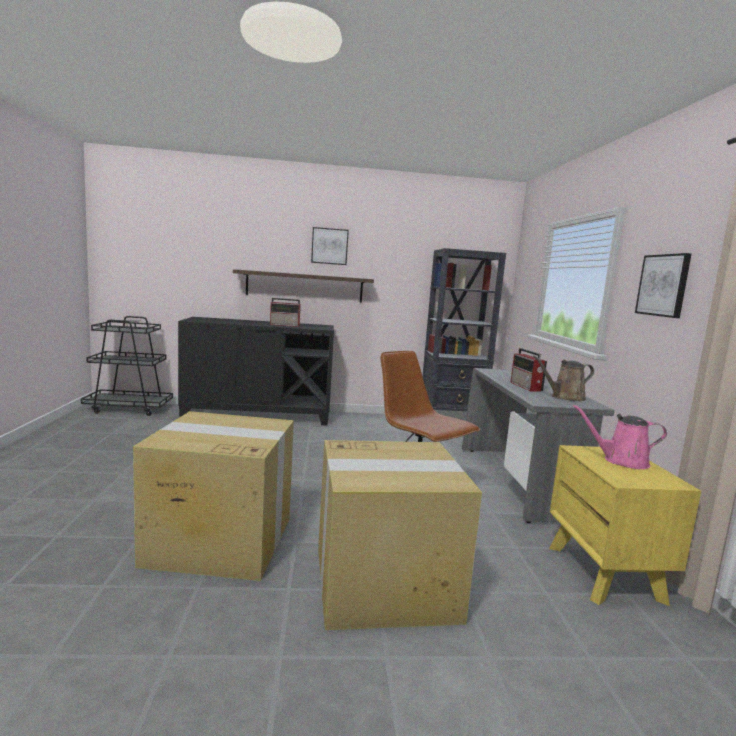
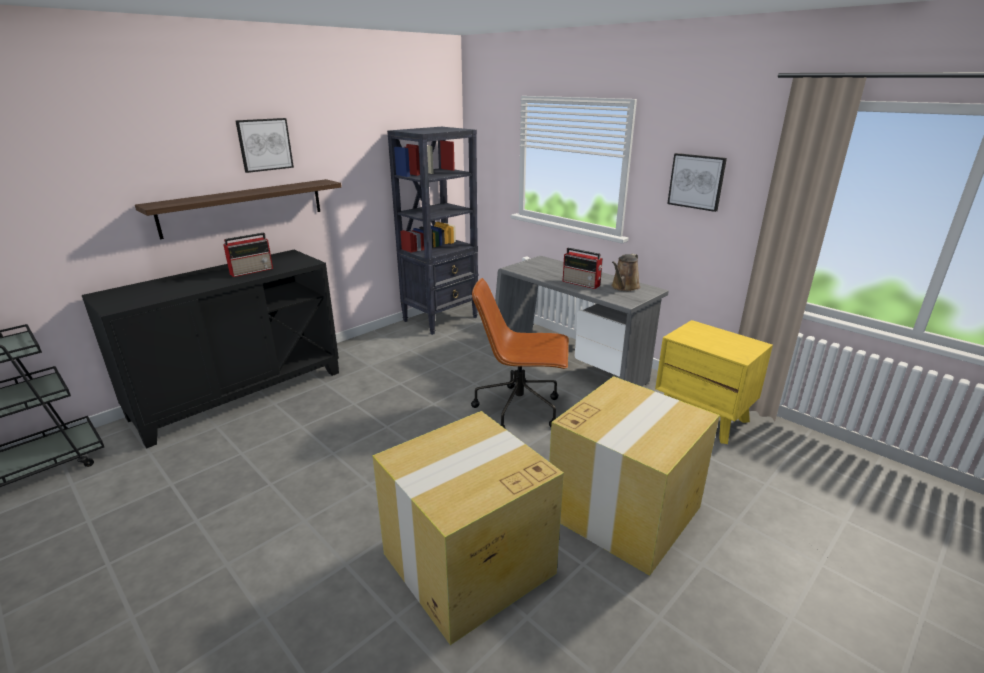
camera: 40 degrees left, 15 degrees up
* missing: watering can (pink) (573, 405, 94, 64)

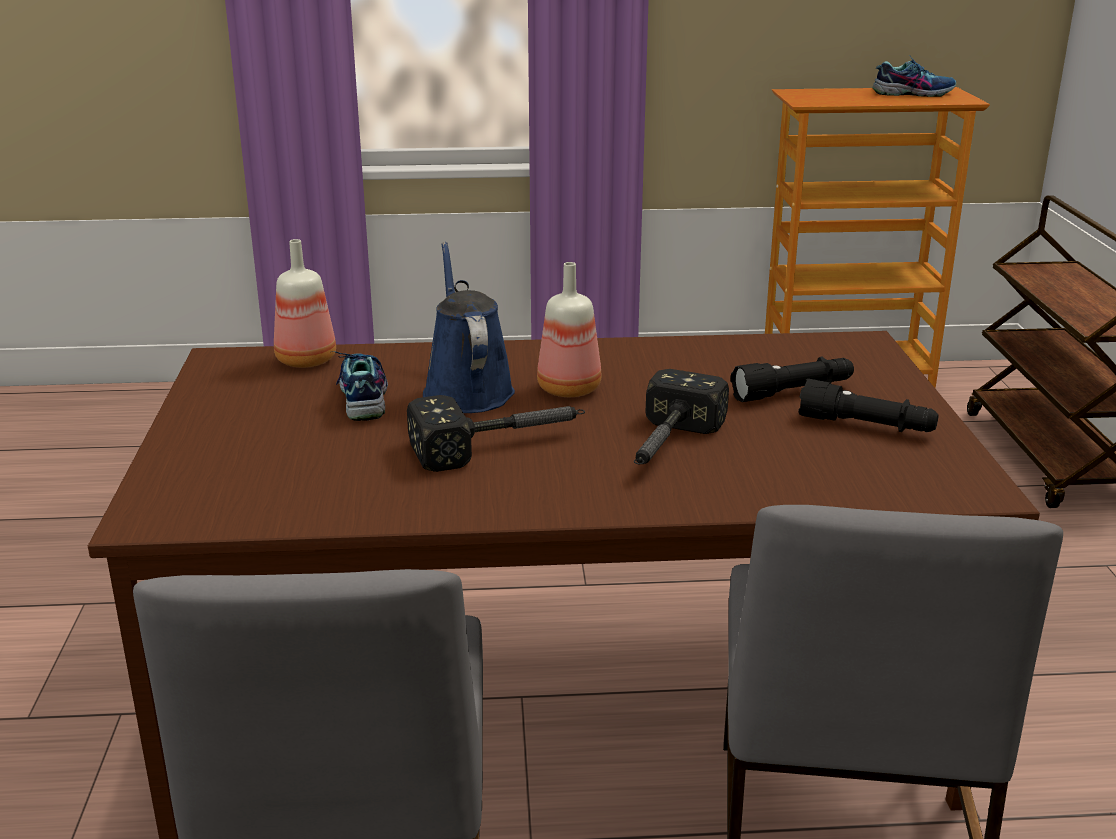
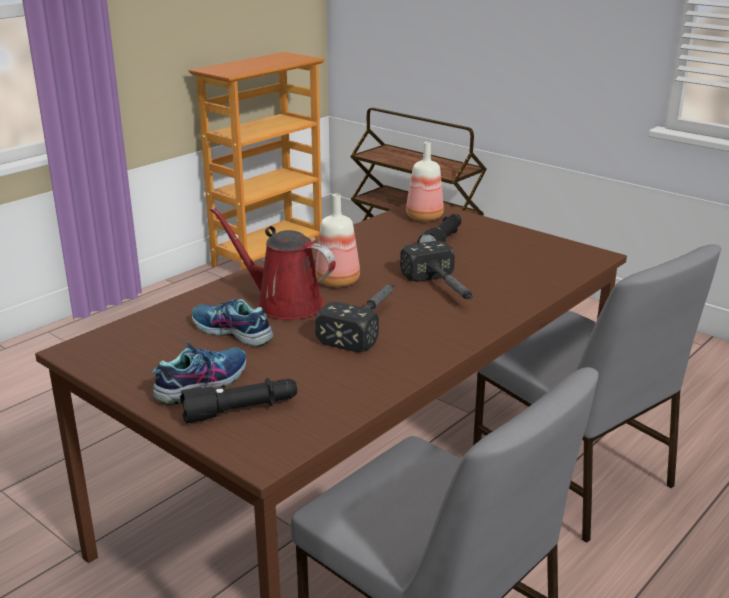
camera: 45 degrees left, 0 degrees up
* relocated: shoe (873, 56, 83, 41) to (152, 337, 94, 68)
* relocated: bottle (274, 239, 62, 129) to (406, 142, 38, 79)
* colour: watering can (blue) (423, 242, 92, 171) to watering can (red) (210, 207, 126, 113)
* relocated: flashlight (black) (798, 379, 141, 53) to (180, 378, 117, 45)

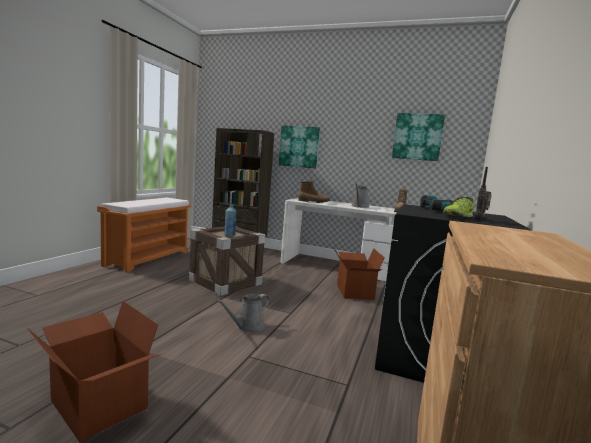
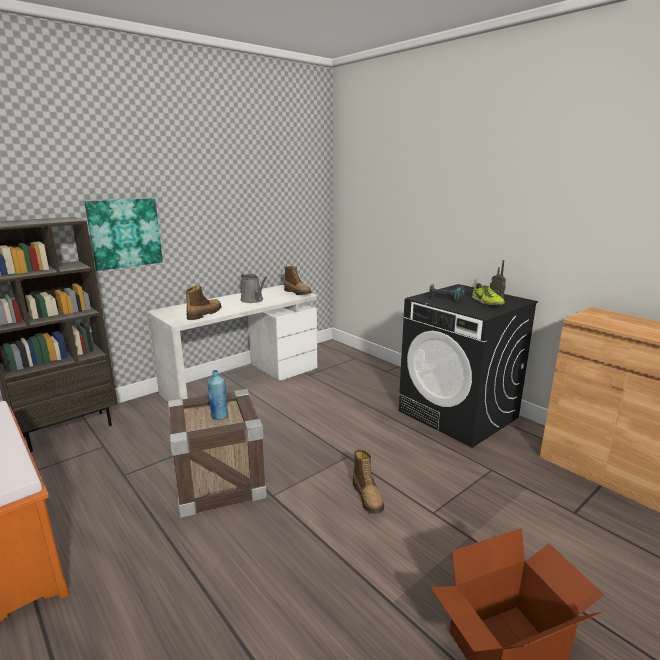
camera: 60 degrees left, 10 degrees up
* missing: picture (392, 113, 53, 48)
* missing: cardboard box (333, 247, 52, 53)
* exchanged: watering can (grey) (216, 294, 54, 38) to boot (353, 449, 31, 65)

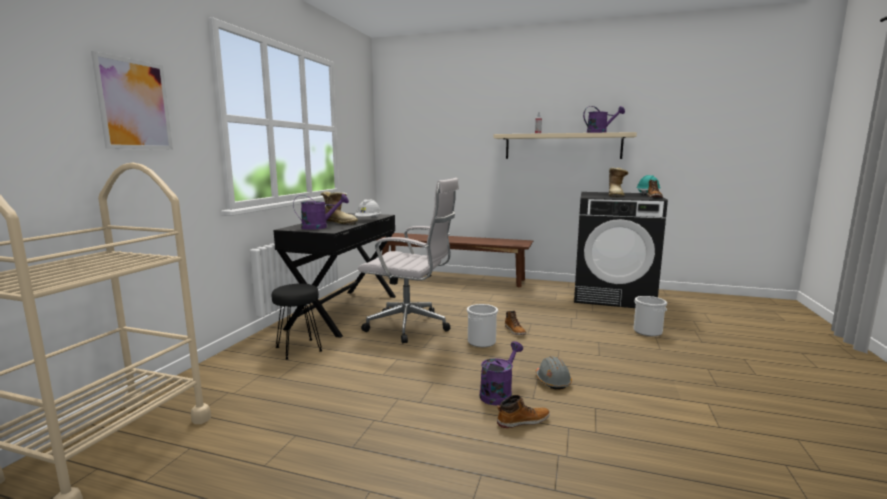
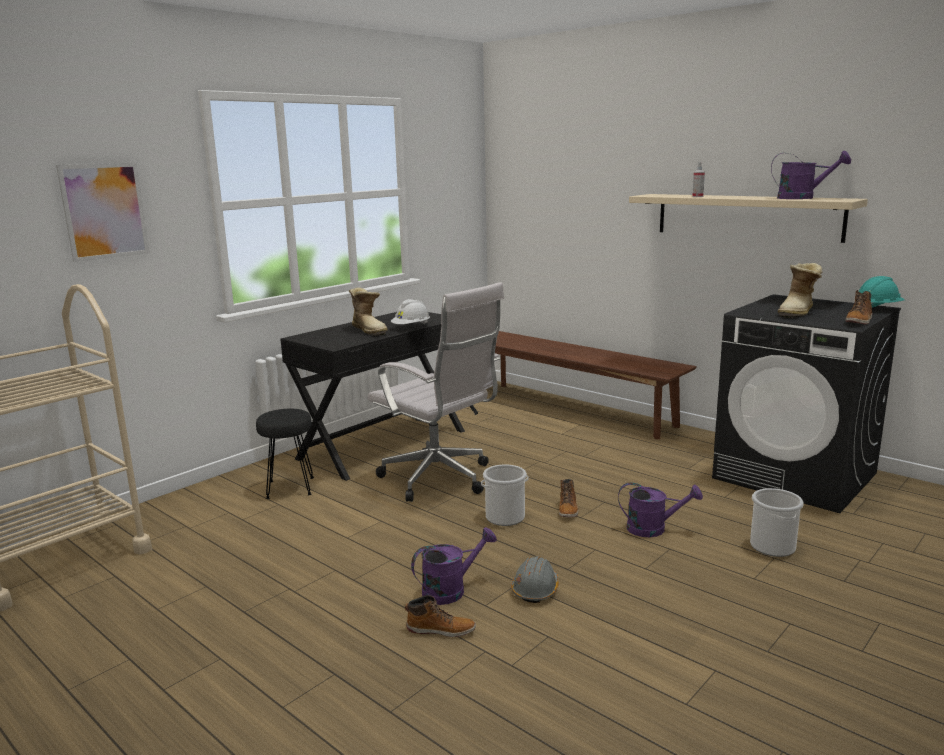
camera: 25 degrees right, 5 degrees up
* relocated: watering can (purple) (293, 194, 56, 36) to (618, 482, 85, 55)

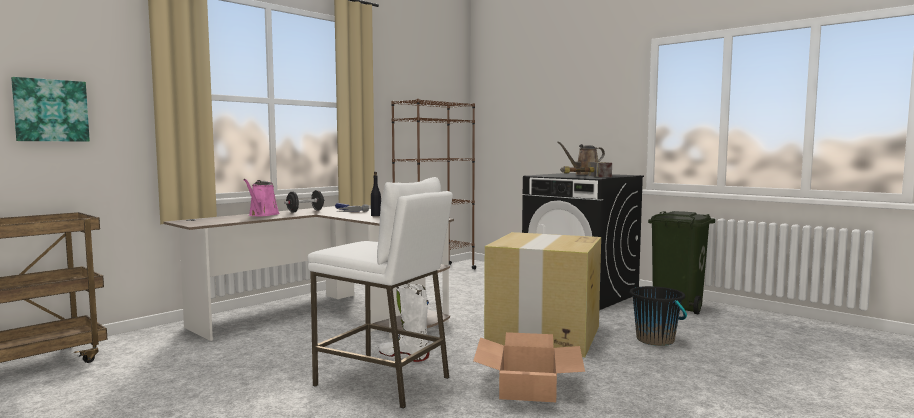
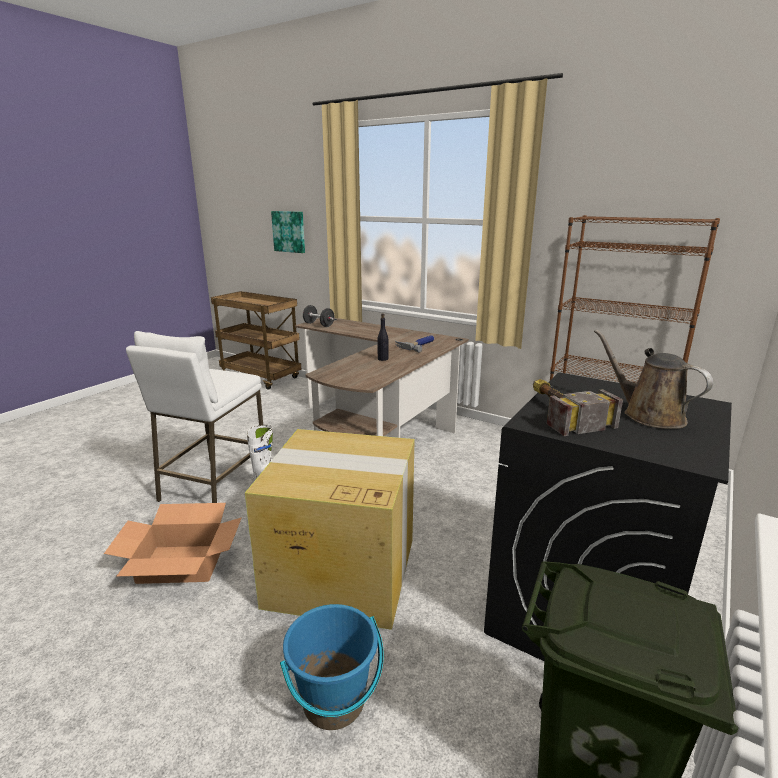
camera: 80 degrees right, 15 degrees up
* missing: watering can (pink) (243, 179, 37, 37)
* relocated: dumbbell (black) (284, 190, 41, 23) to (303, 305, 31, 22)
* colour: bucket (black) (630, 286, 57, 60) to bucket (blue) (280, 604, 104, 126)

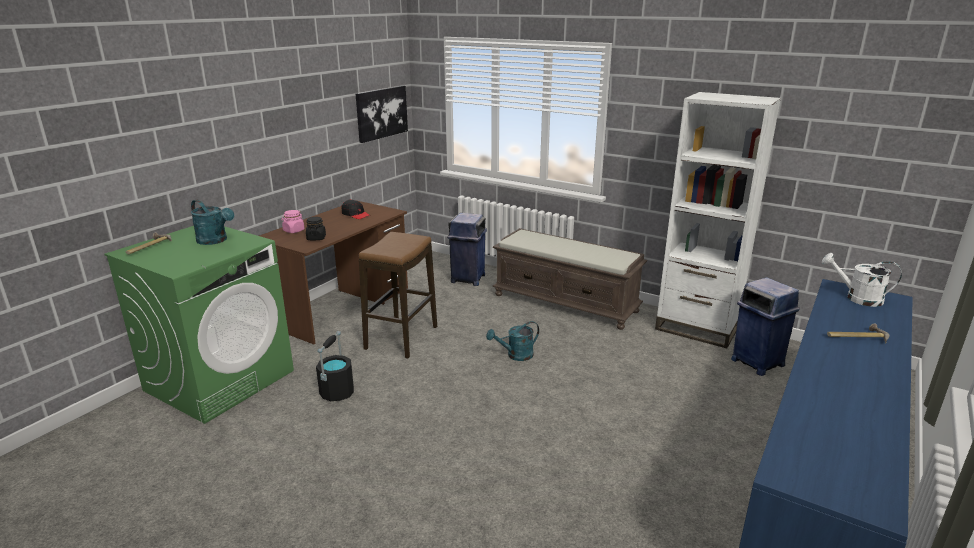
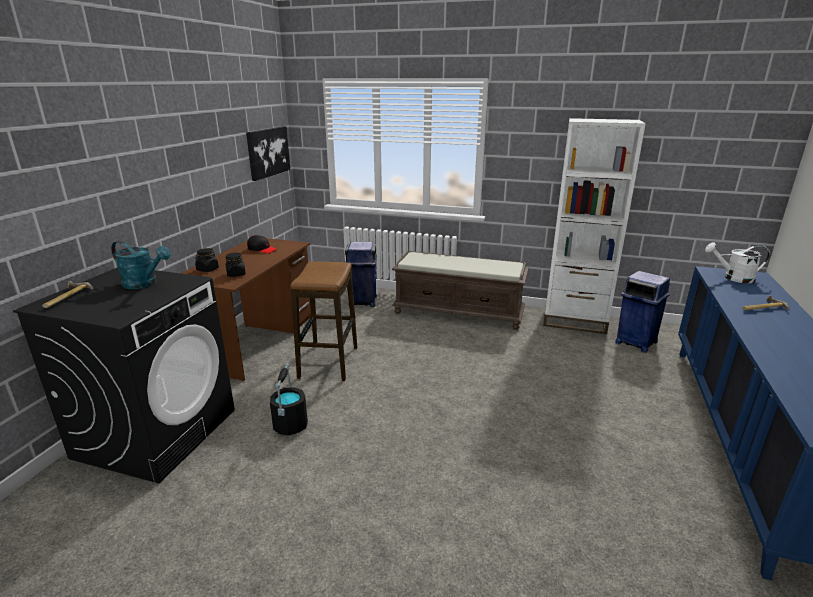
camera: 15 degrees left, 0 degrees up
* colour: jar (pink) (281, 210, 24, 23) to jar (black) (195, 248, 24, 24)
* colour: washing machine (green) (105, 226, 189, 198) to washing machine (black) (13, 267, 222, 216)
* missing: watering can (turquoise) (486, 321, 53, 40)

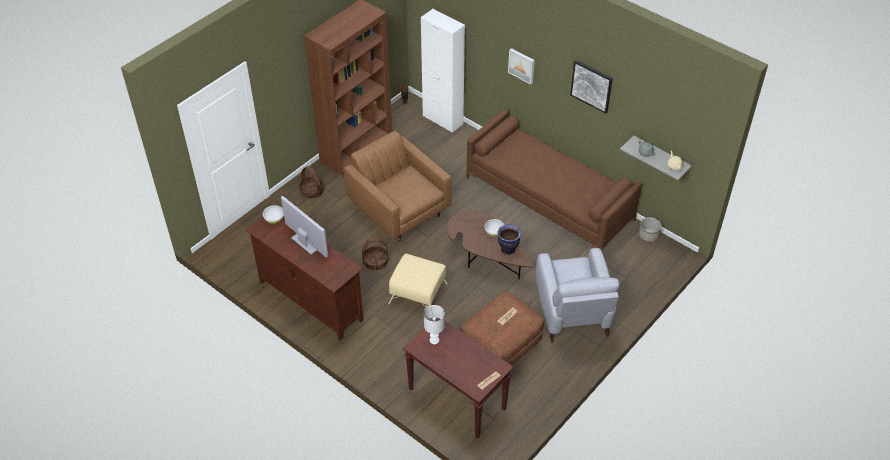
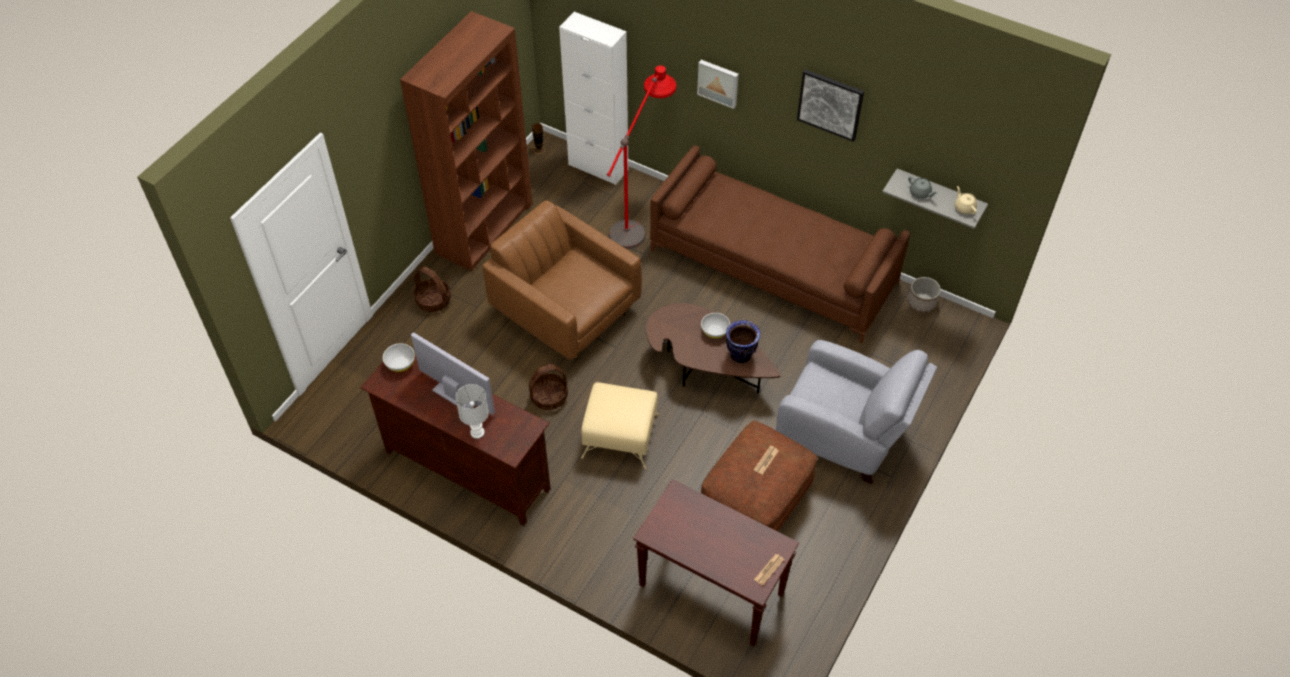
camera: 10 degrees left, 5 degrees up
* spun: armchair (grey) (536, 248, 84, 95) = (776, 340, 161, 144) 45 degrees counterclockwise
* relocated: table lamp (white) (424, 305, 21, 39) to (455, 384, 34, 55)
* appeared: floor lamp (red) (607, 65, 69, 184)

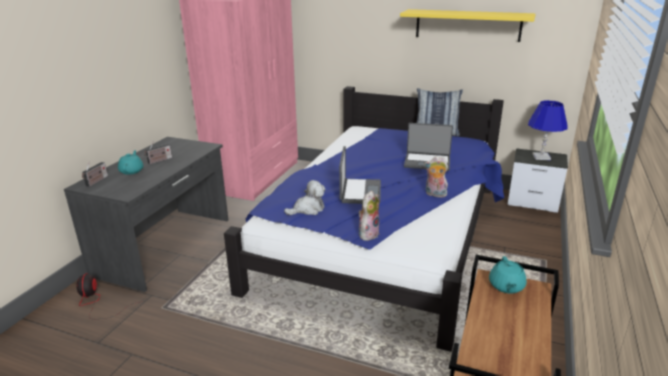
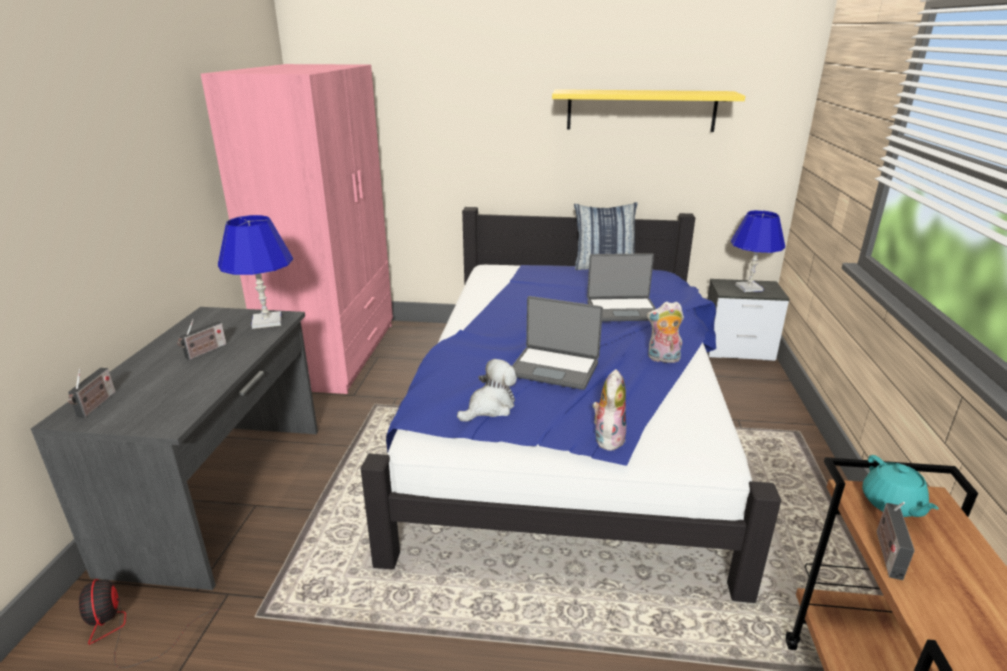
camera: 15 degrees left, 0 degrees up
* spun: laptop (339, 146, 42, 58) = (512, 296, 91, 94) 120 degrees clockwise
* missing: teapot (turquoise) (118, 150, 25, 25)
* appeared: table lamp (blue) (218, 215, 75, 114)
* appeared: radio (877, 502, 38, 78)

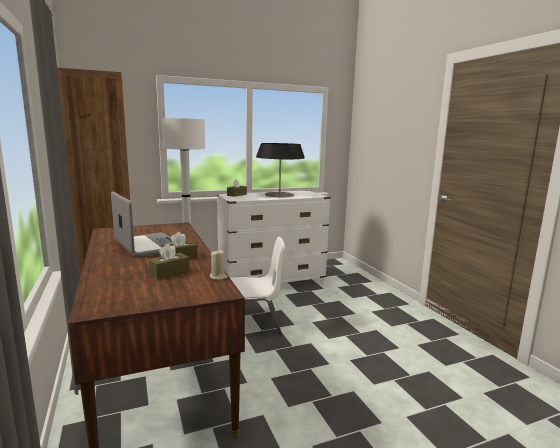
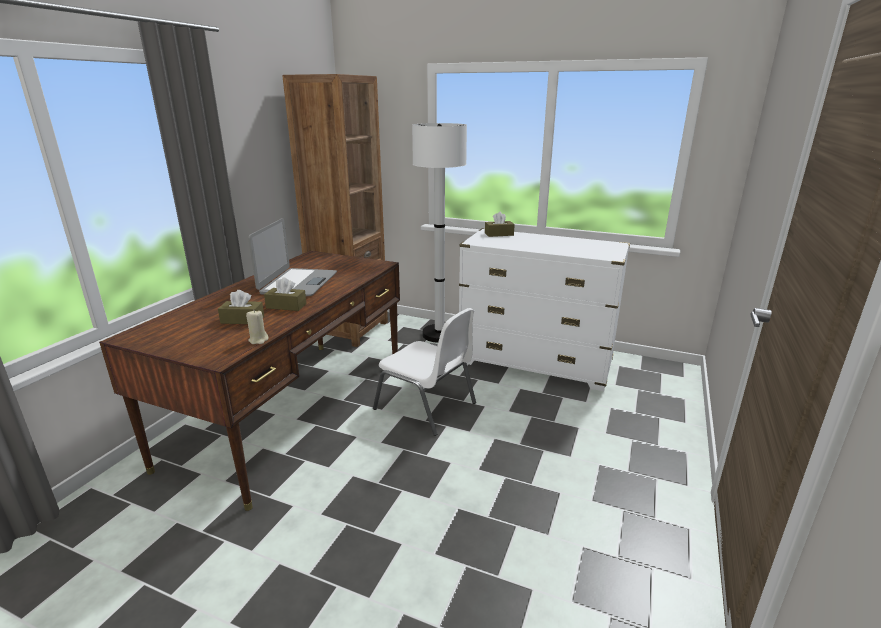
camera: 45 degrees right, 10 degrees up
* missing: table lamp (256, 143, 49, 54)

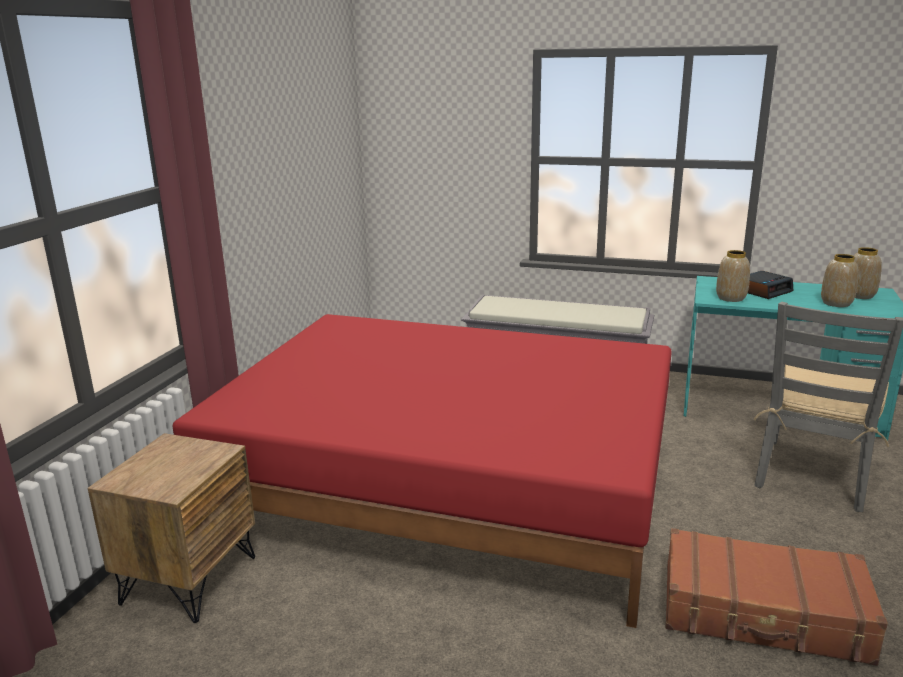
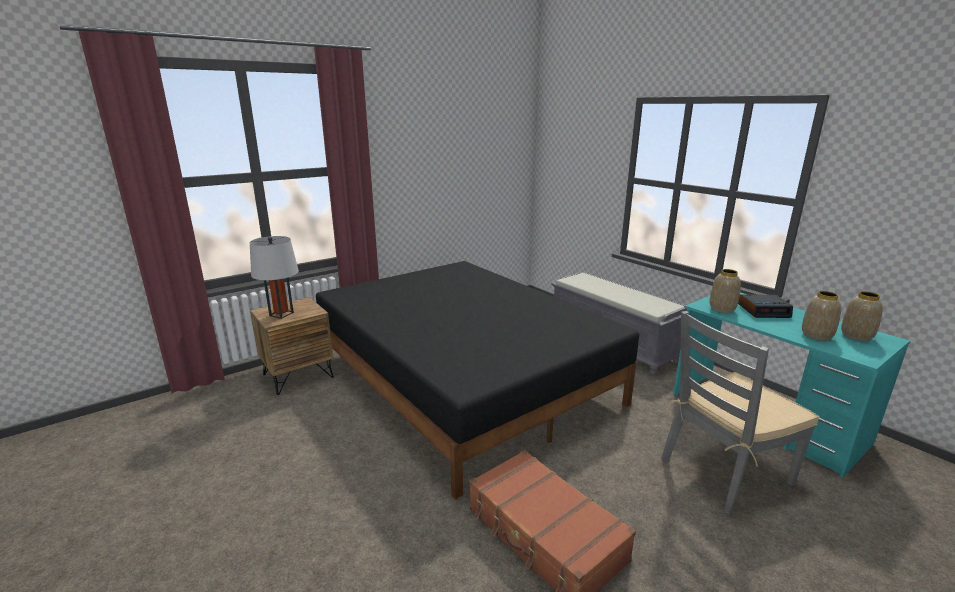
camera: 35 degrees right, 0 degrees up
* colour: bed (red) (173, 314, 499, 314) to bed (black) (316, 261, 323, 239)
* appeared: table lamp (grey) (250, 236, 49, 83)

